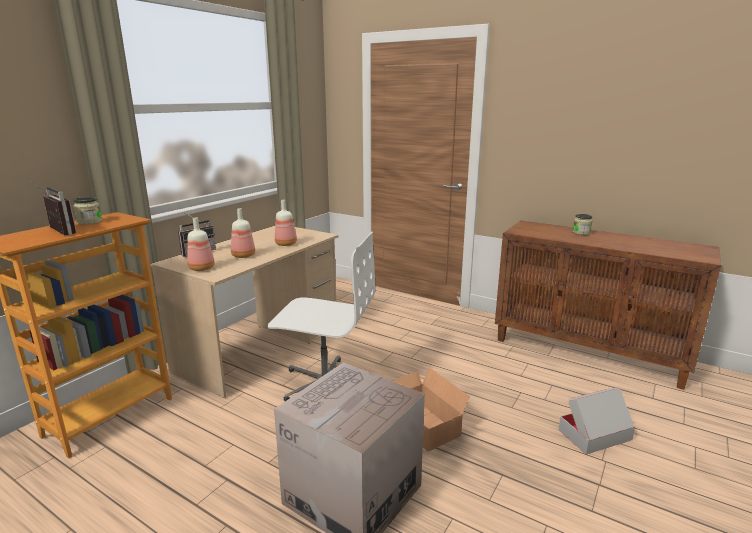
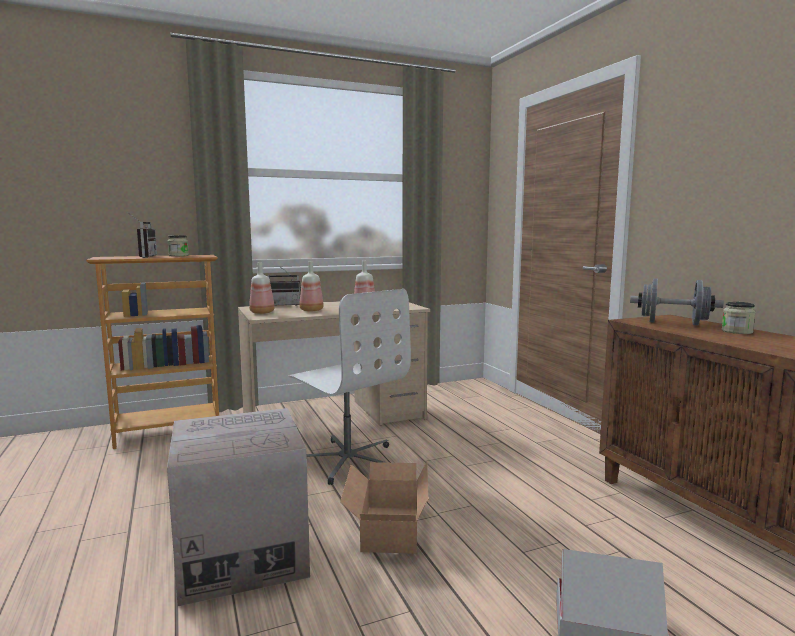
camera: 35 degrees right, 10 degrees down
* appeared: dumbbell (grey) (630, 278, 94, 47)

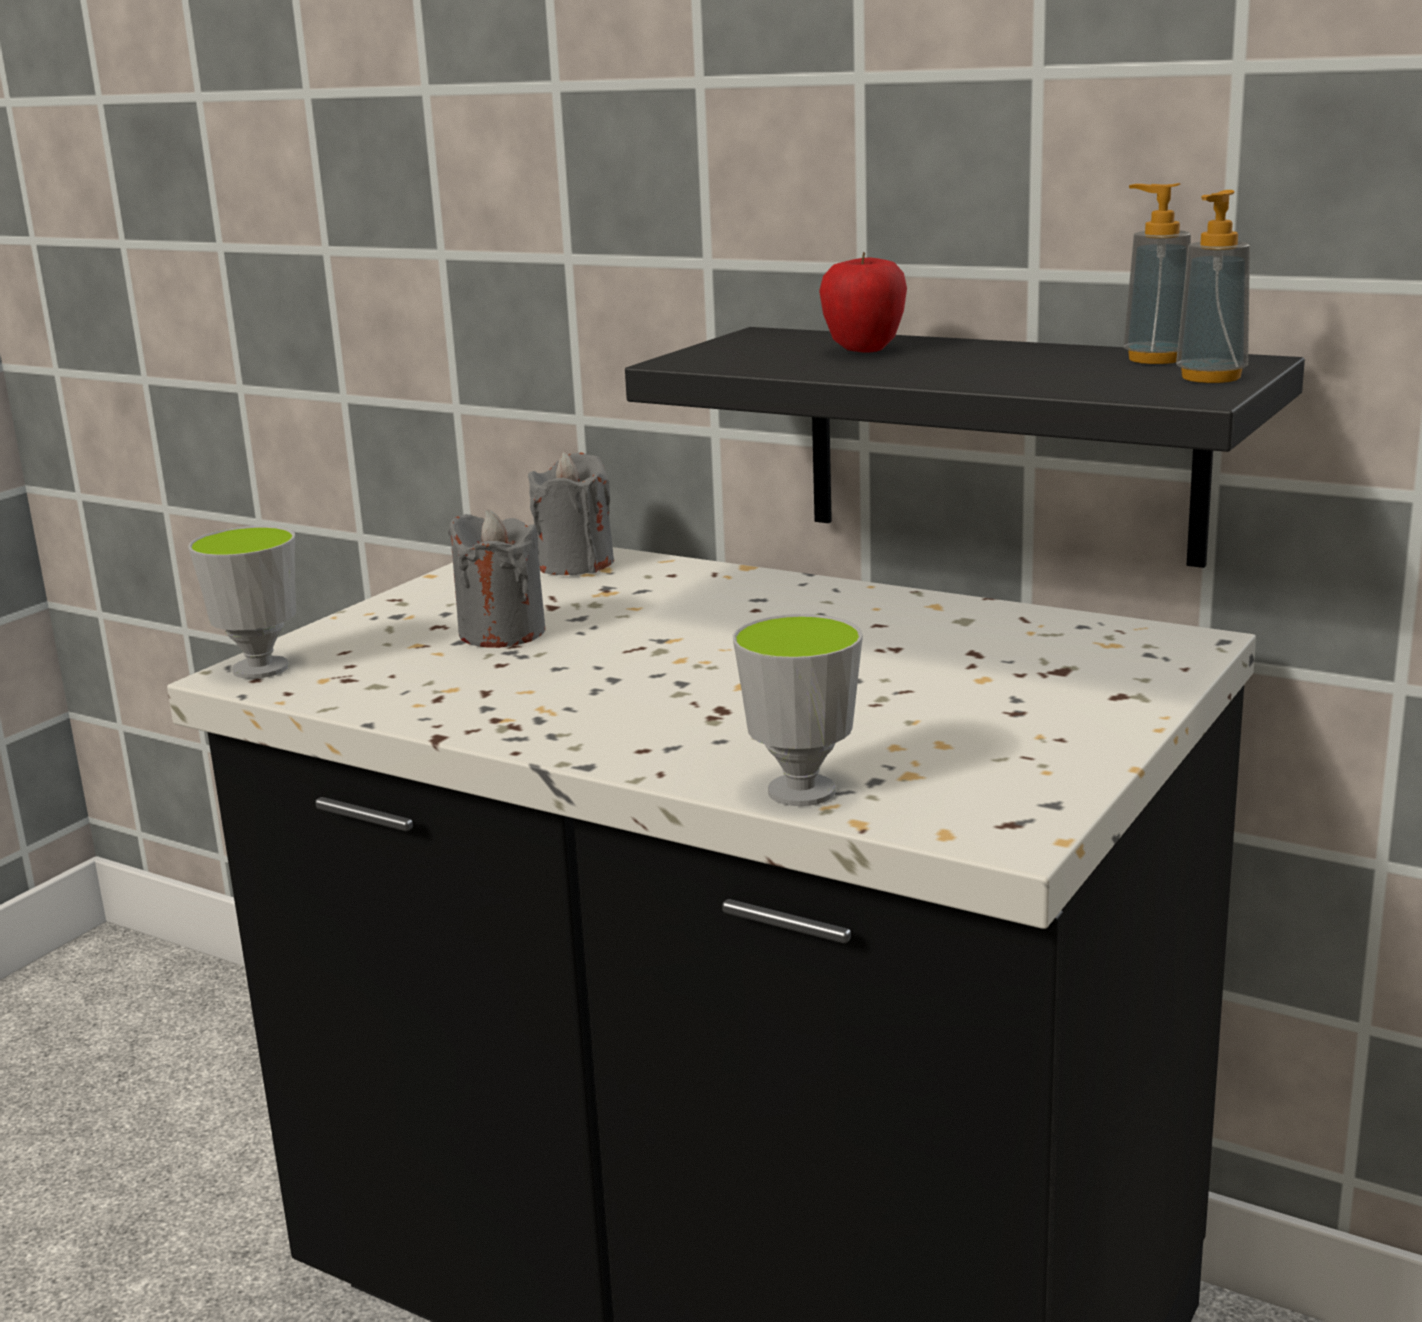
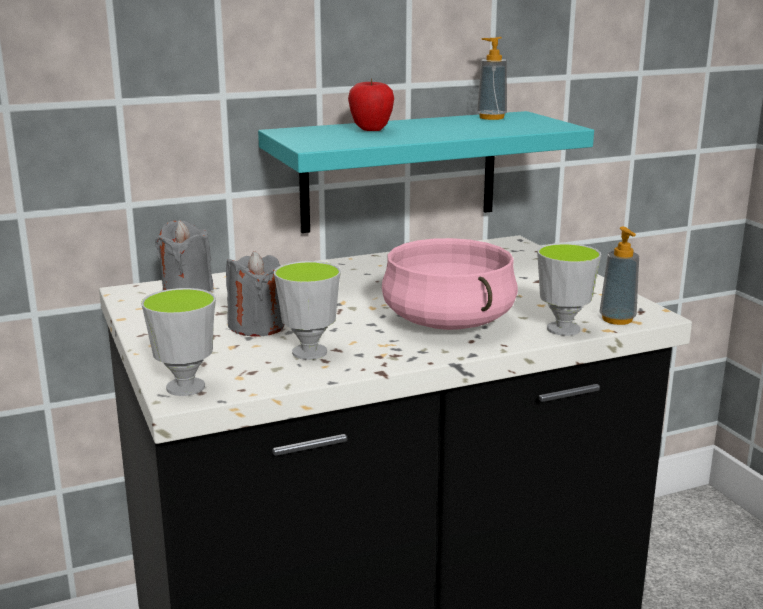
camera: 55 degrees left, 0 degrees up
* relocated: soap dispenser (1176, 190, 74, 193) to (599, 227, 40, 98)
* colour: shelf (black) (625, 327, 680, 241) to shelf (turquoise) (258, 111, 336, 122)
* appeared: cooking pot (pink) (382, 238, 136, 92)
* appeared: cup (274, 261, 67, 99)

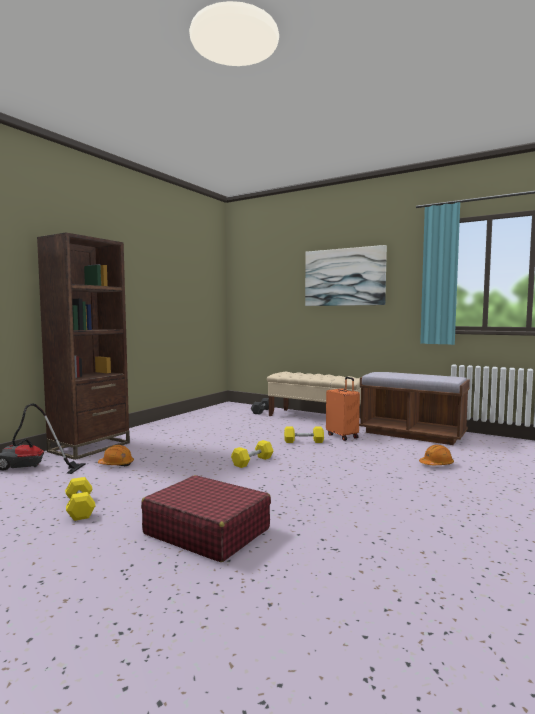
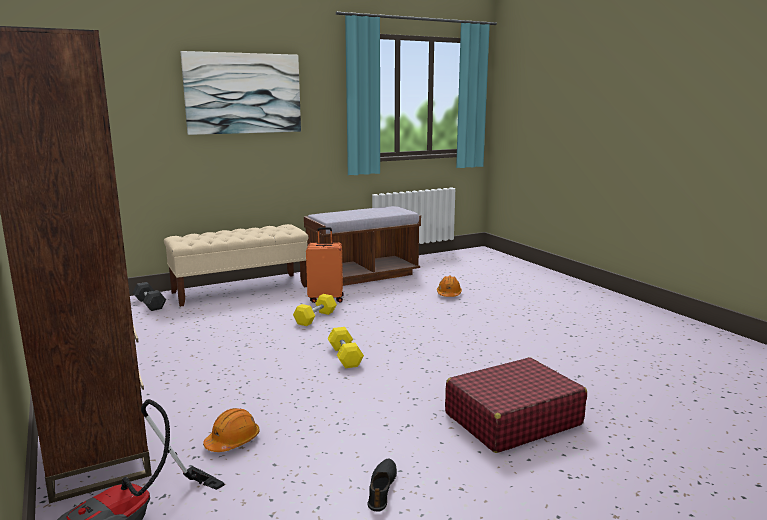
camera: 60 degrees left, 10 degrees up
* exchanged: dumbbell (yellow) (65, 477, 31, 44) to shoe (black) (367, 458, 30, 53)

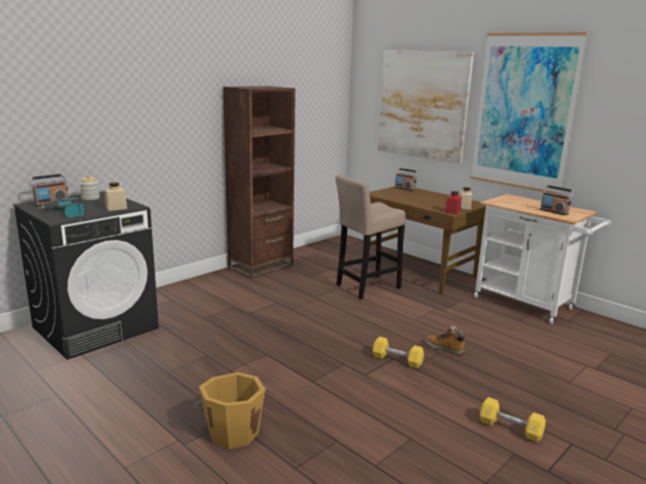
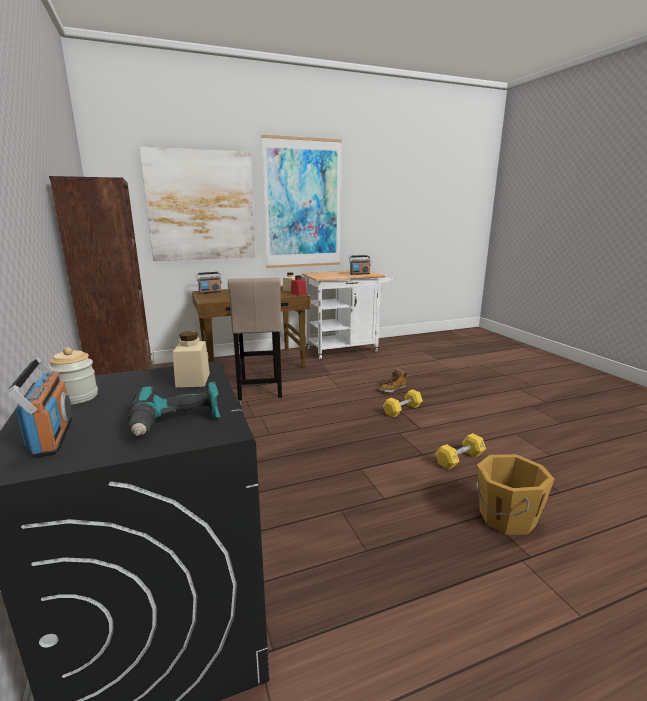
camera: 65 degrees left, 0 degrees up
* relocated: dumbbell (yellow) (480, 397, 66, 45) to (435, 433, 51, 37)

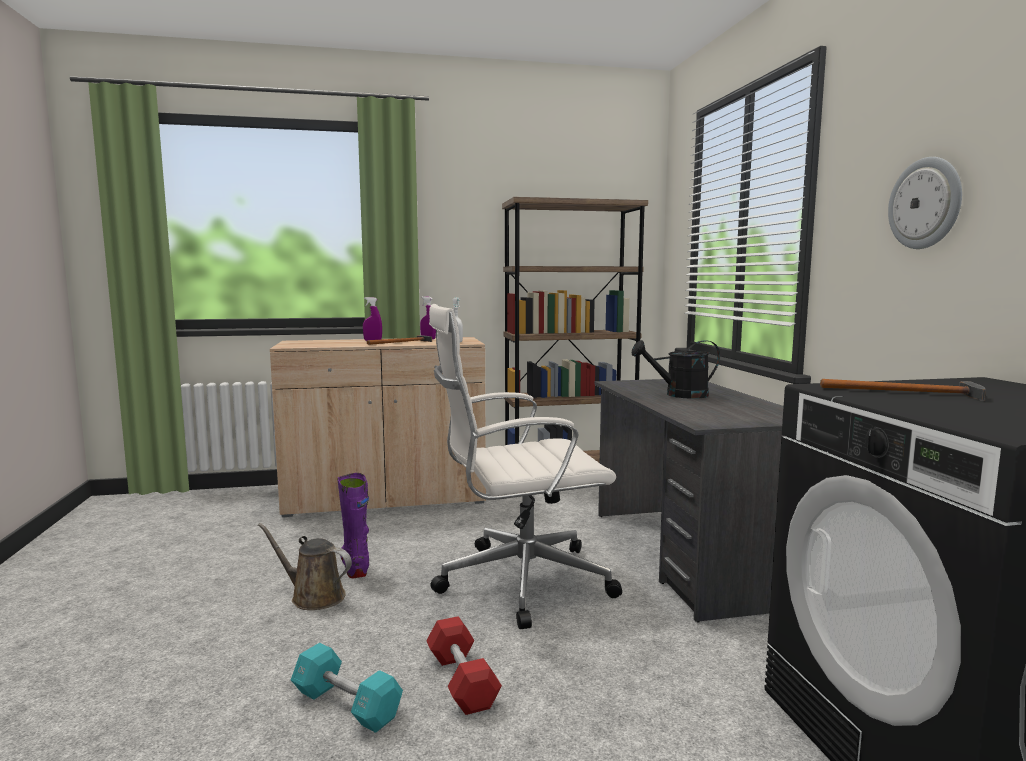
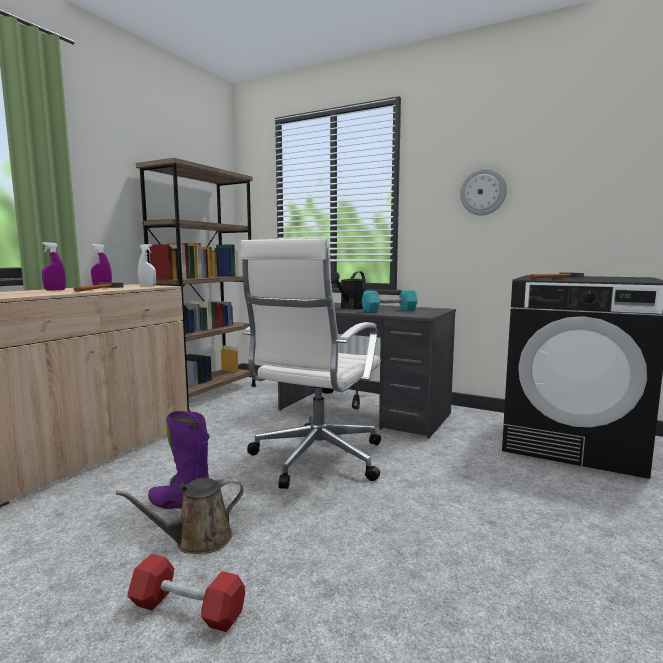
camera: 50 degrees left, 0 degrees up
* relocated: dumbbell (red) (427, 616, 75, 99) to (127, 554, 118, 78)
* relocated: dumbbell (turquoise) (291, 643, 112, 90) to (362, 290, 56, 22)

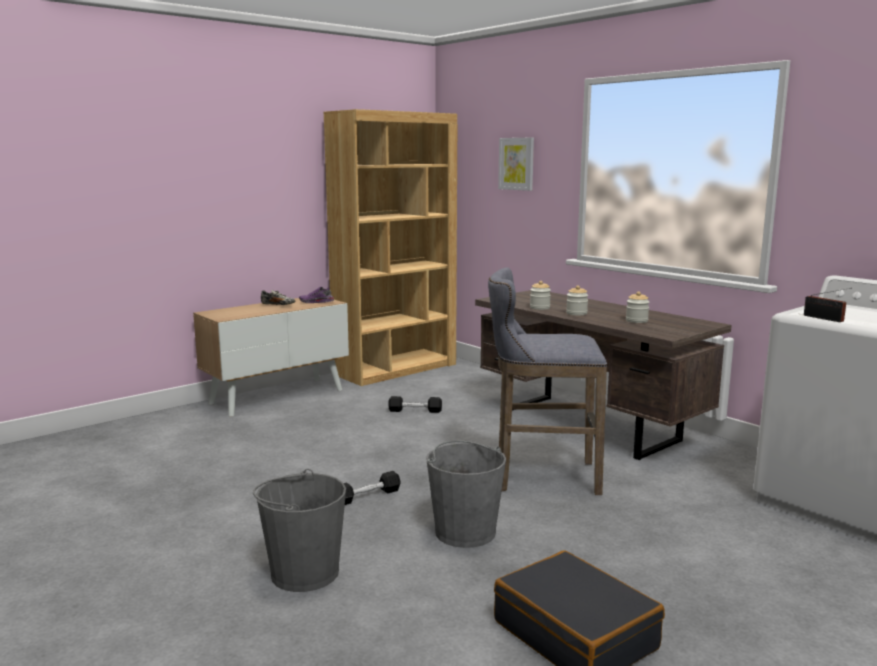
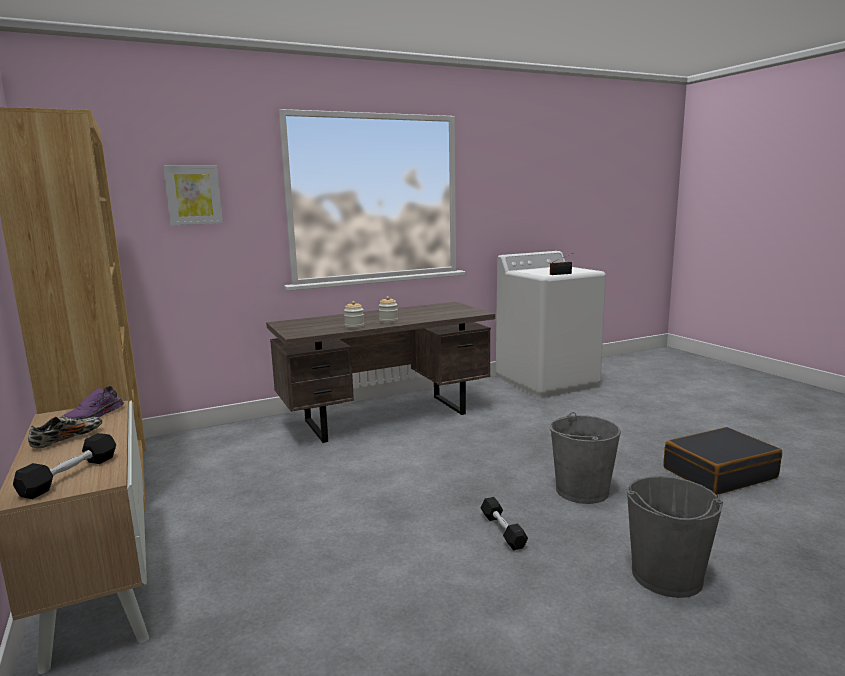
camera: 75 degrees left, 0 degrees up
* missing: stool (grey) (488, 268, 120, 227)
* missing: jar (626, 292, 24, 31)
* relocated: dumbbell (black) (388, 396, 54, 17) to (13, 433, 103, 66)

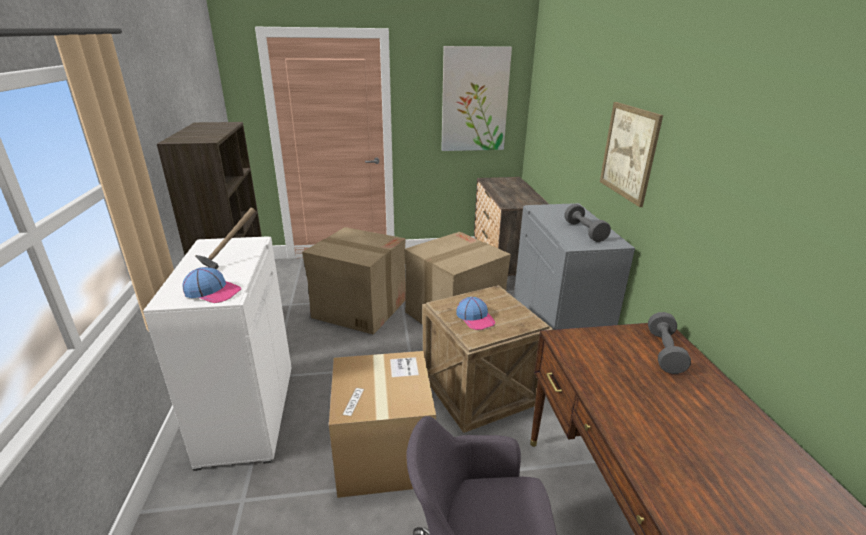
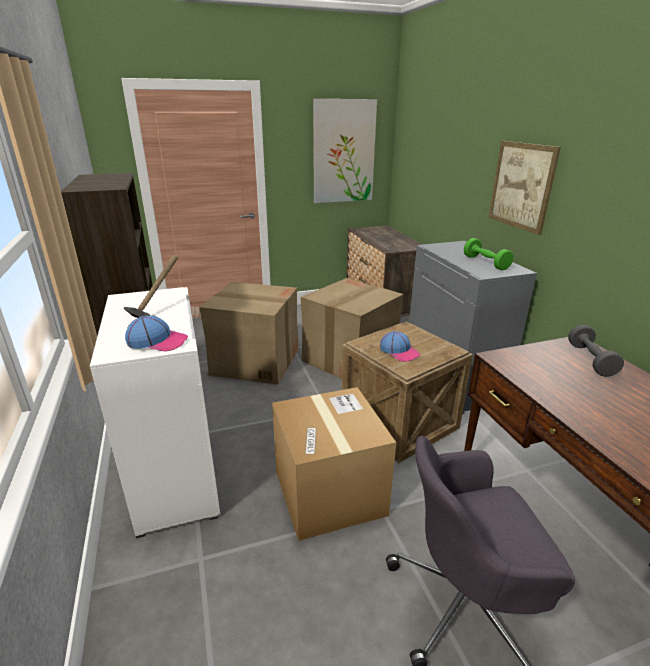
camera: 10 degrees left, 0 degrees up
* colour: dumbbell (grey) (564, 204, 47, 38) to dumbbell (green) (464, 238, 49, 32)

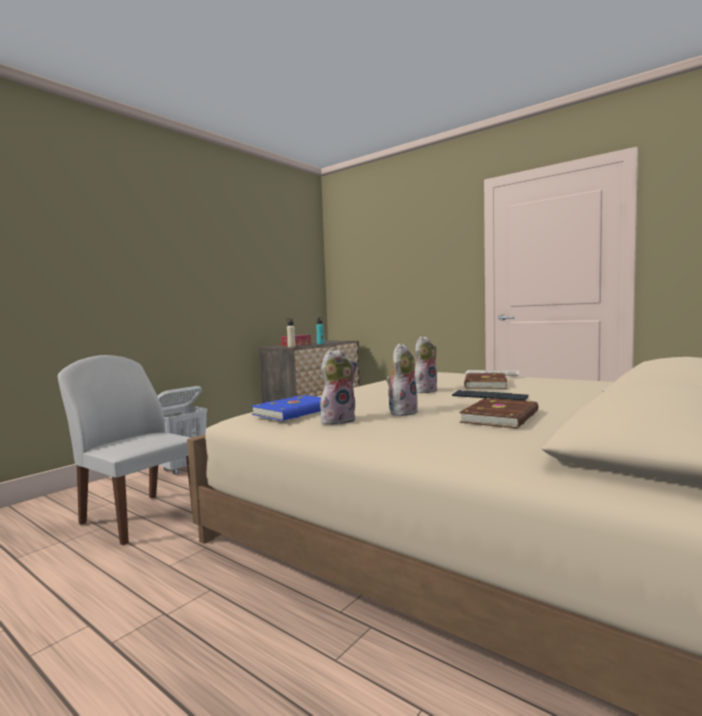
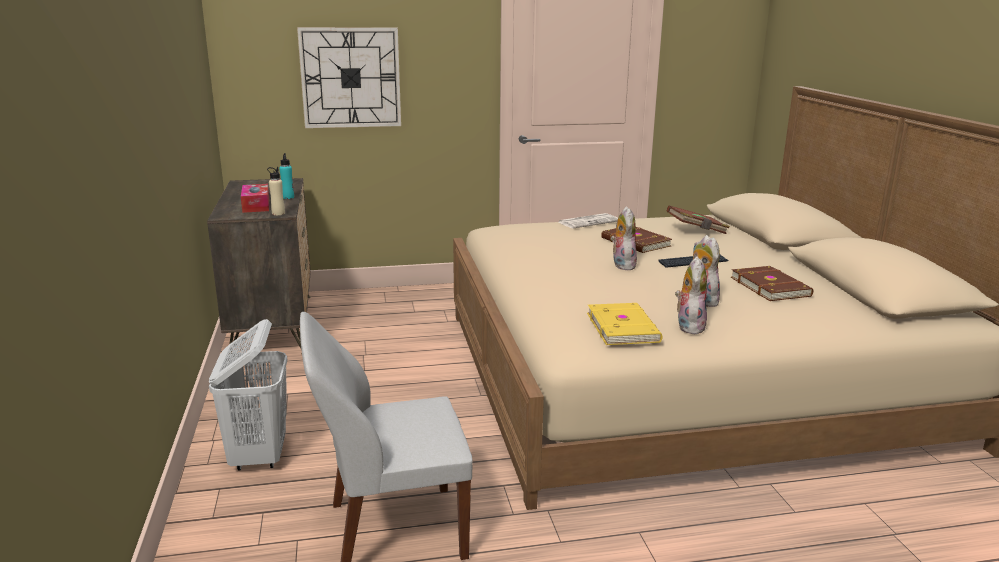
camera: 50 degrees left, 15 degrees up
* colour: book (blue) (251, 395, 70, 26) to book (yellow) (587, 303, 75, 42)
* appeared: wall clock (297, 27, 104, 101)
* appeared: book (brown) (667, 206, 63, 28)

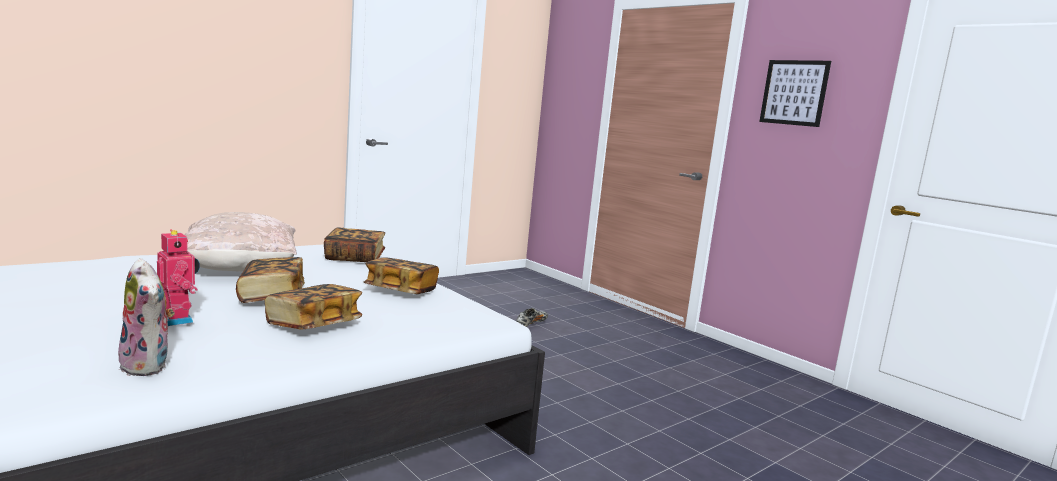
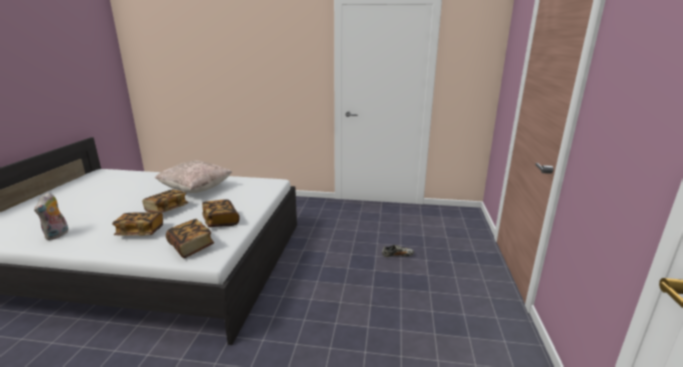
camera: 50 degrees right, 10 degrees up
* missing: picture (759, 60, 72, 67)
* relocated: book (324, 227, 61, 35) to (166, 219, 48, 39)
* missing: toy robot (157, 229, 43, 97)

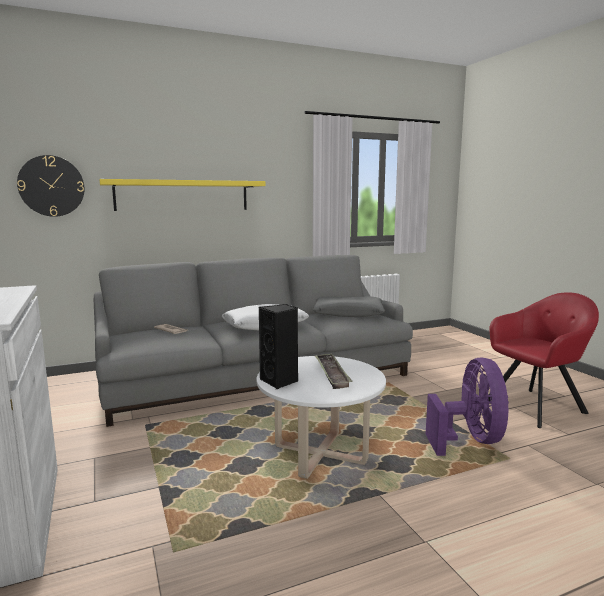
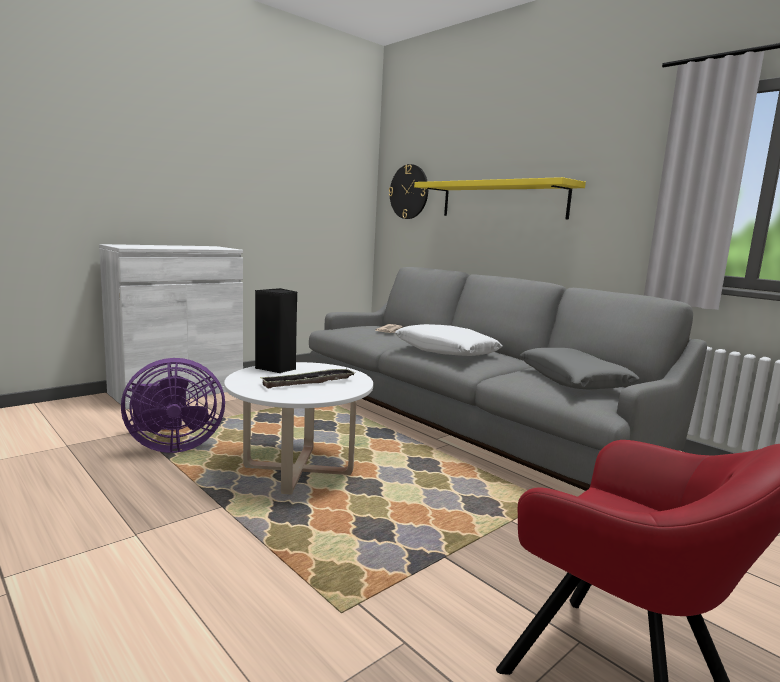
camera: 70 degrees right, 0 degrees up
* relocated: fan (purple) (426, 357, 83, 99) to (121, 358, 104, 95)

